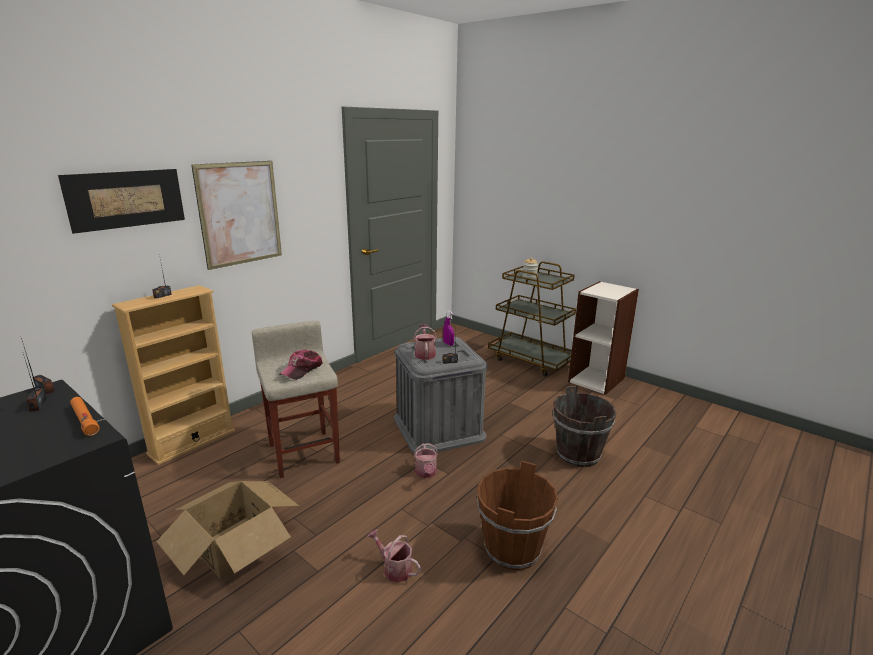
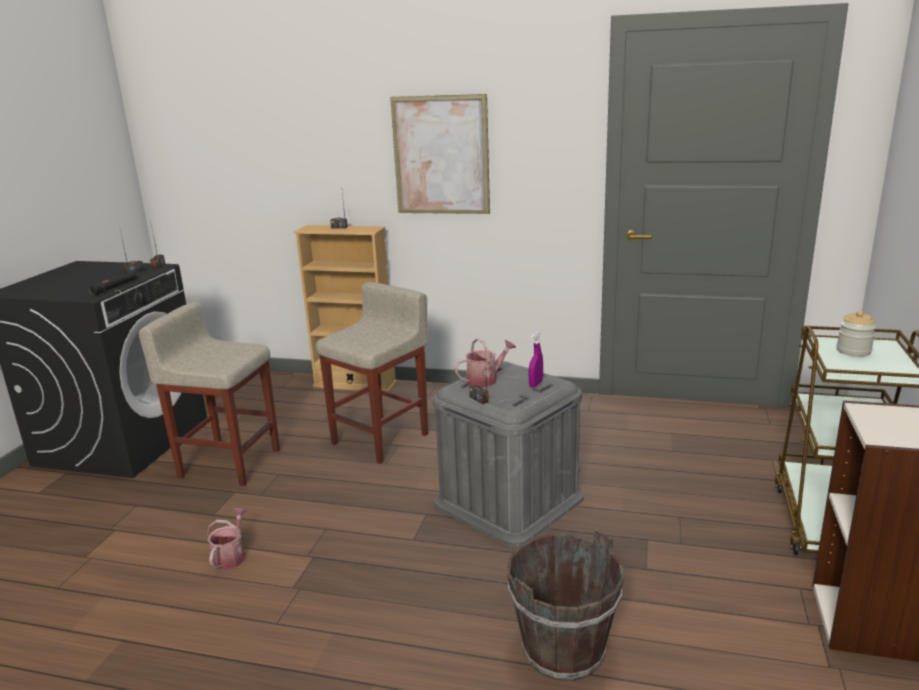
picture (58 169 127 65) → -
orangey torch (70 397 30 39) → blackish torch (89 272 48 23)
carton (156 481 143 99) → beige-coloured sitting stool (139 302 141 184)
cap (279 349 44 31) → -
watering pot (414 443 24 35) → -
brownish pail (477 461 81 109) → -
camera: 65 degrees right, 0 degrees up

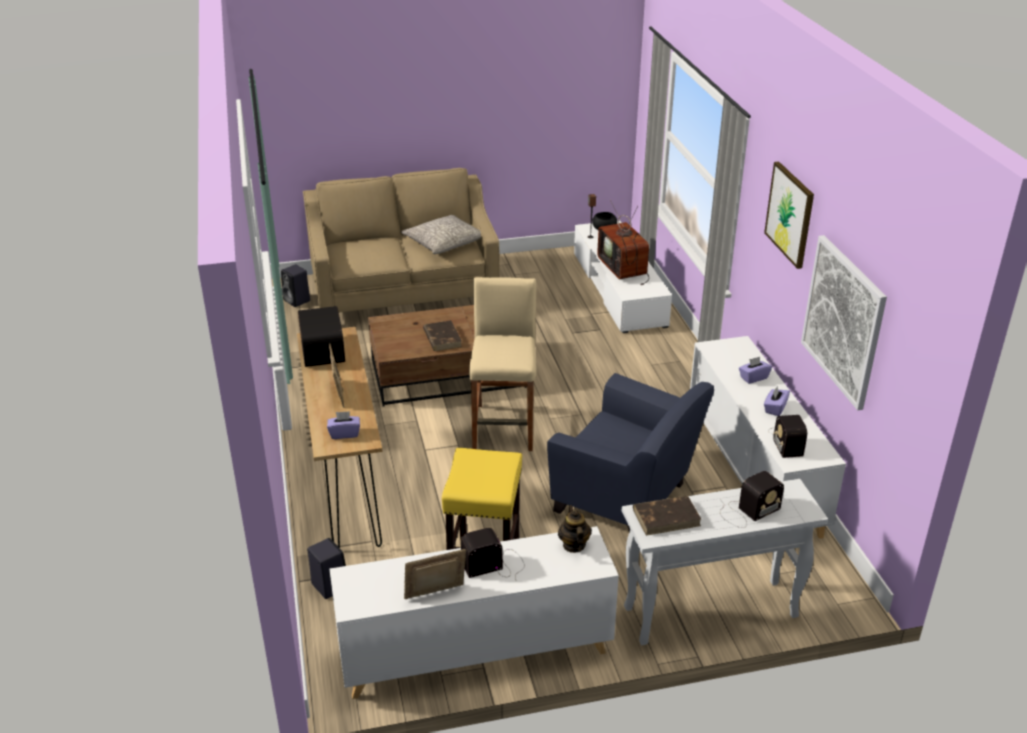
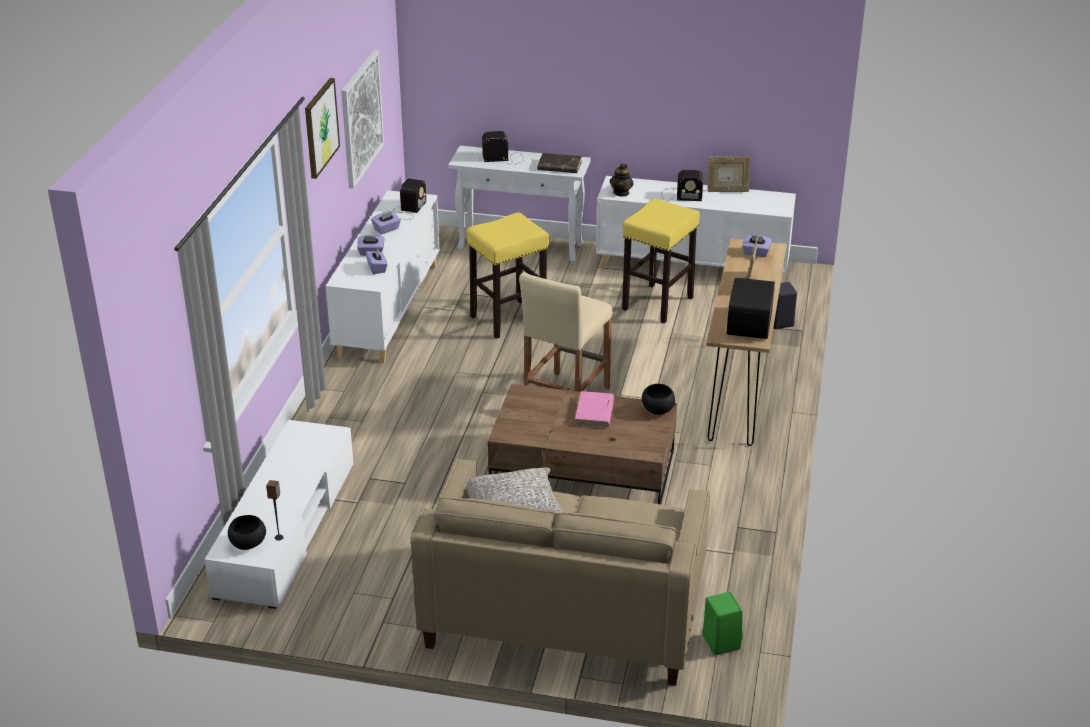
blackish speaker (281 264 29 43) → greenish speaker (702 592 41 63)
brownish volume (423 320 39 31) → pinkish volume (575 391 39 37)
blue-coloured easy chair (547 373 167 159) → yellowish sitting stool (467 212 82 127)
television (597 200 52 85) → -
- → purple tissue box (366 249 22 25)
- → blackish bowl (642 384 33 31)
camera: 155 degrees left, 0 degrees up

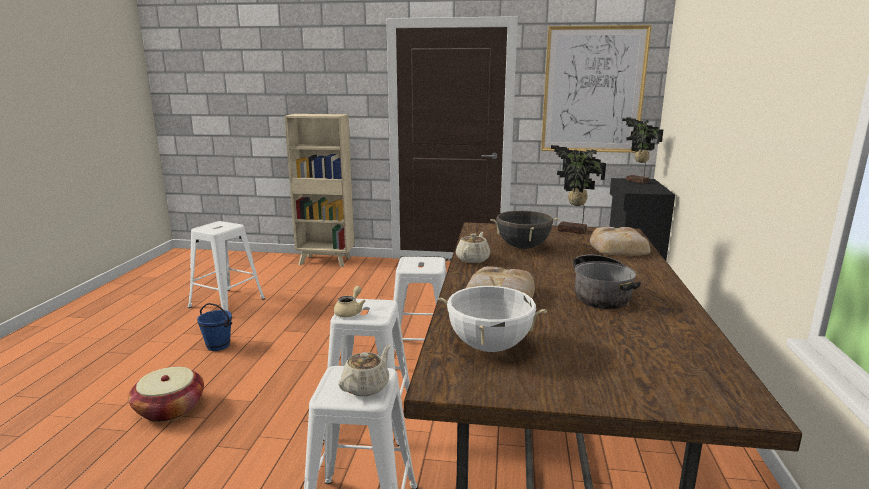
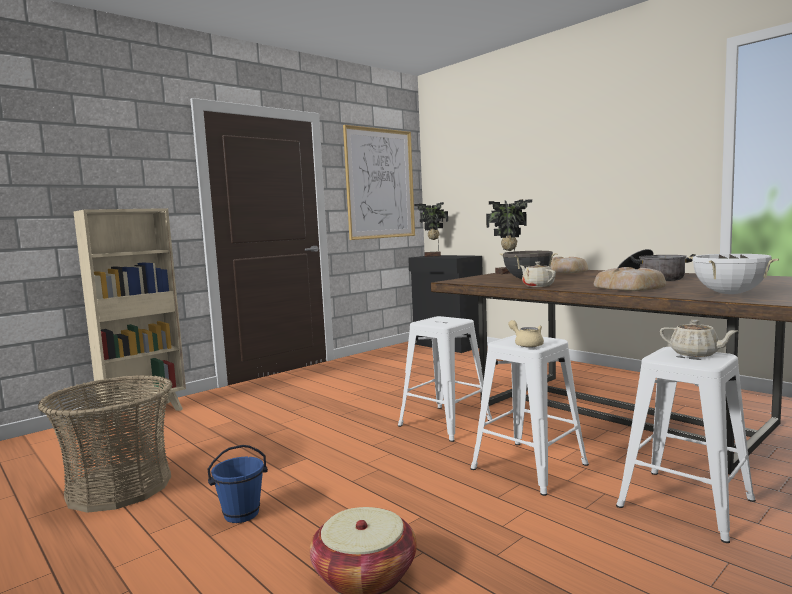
white sitting stool (188 221 77 90) → basket (38 375 134 138)
beige-coloured pot for tea (338 345 53 51) → beige-coloured pot for tea (660 320 78 37), 150 degrees clockwise
camera: 50 degrees left, 10 degrees down

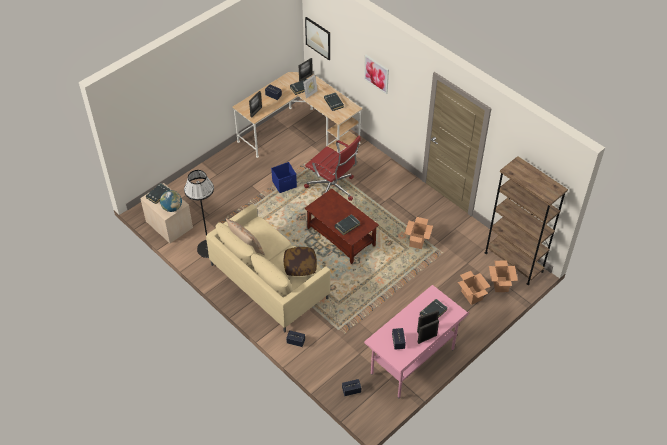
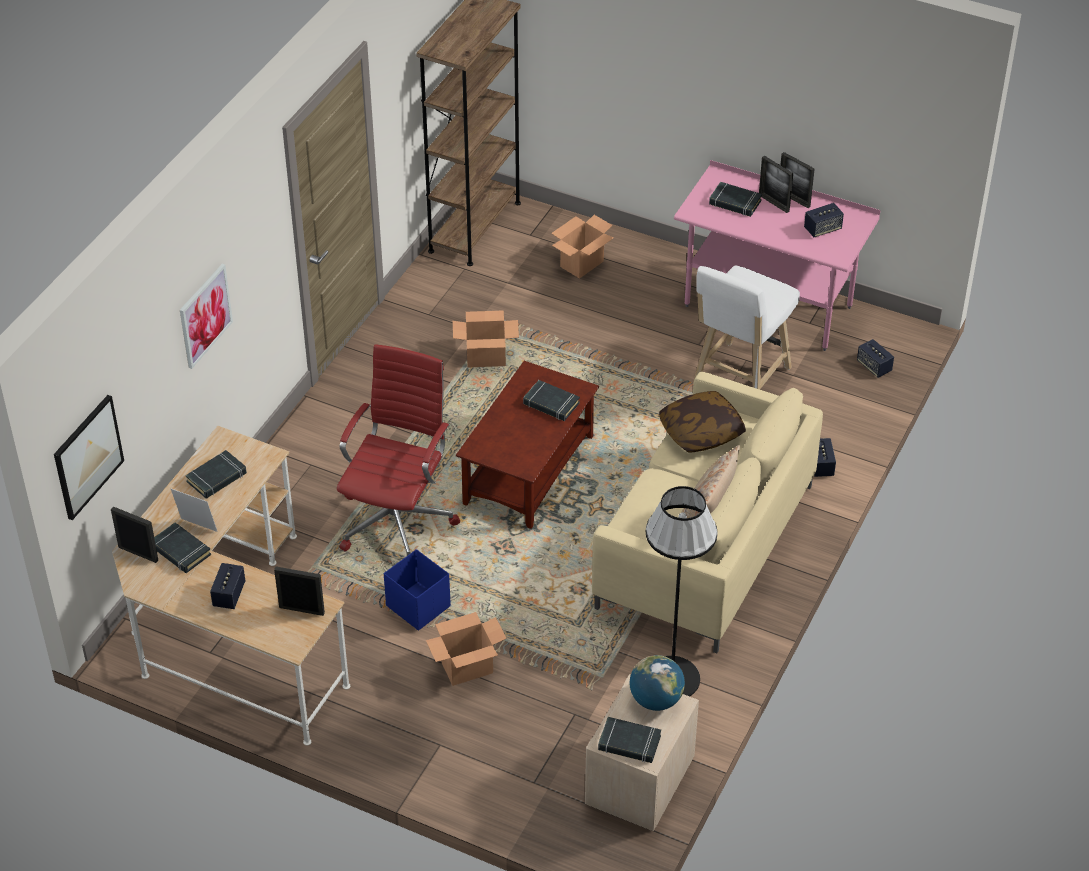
carton (489 260 29 32) → carton (426 612 81 74), relocated
- → white sitting stool (693 265 107 125)
camera: 110 degrees left, 5 degrees down

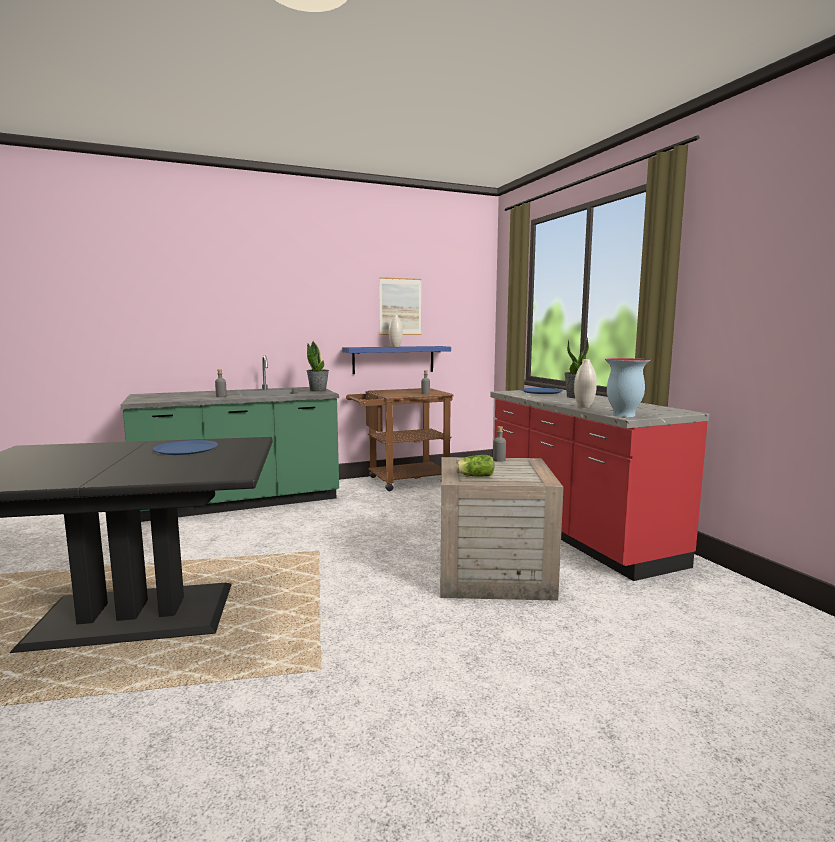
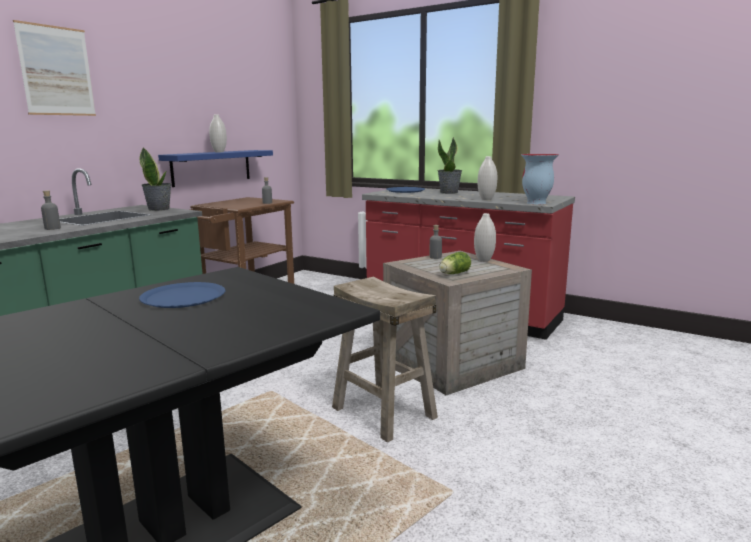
picture (379 277 42 58) → picture (13 20 83 96), relocated
- → beige-coloured sitting stool (332 276 106 166)
- → white vase (474 213 22 49)
camera: 35 degrees left, 5 degrees up

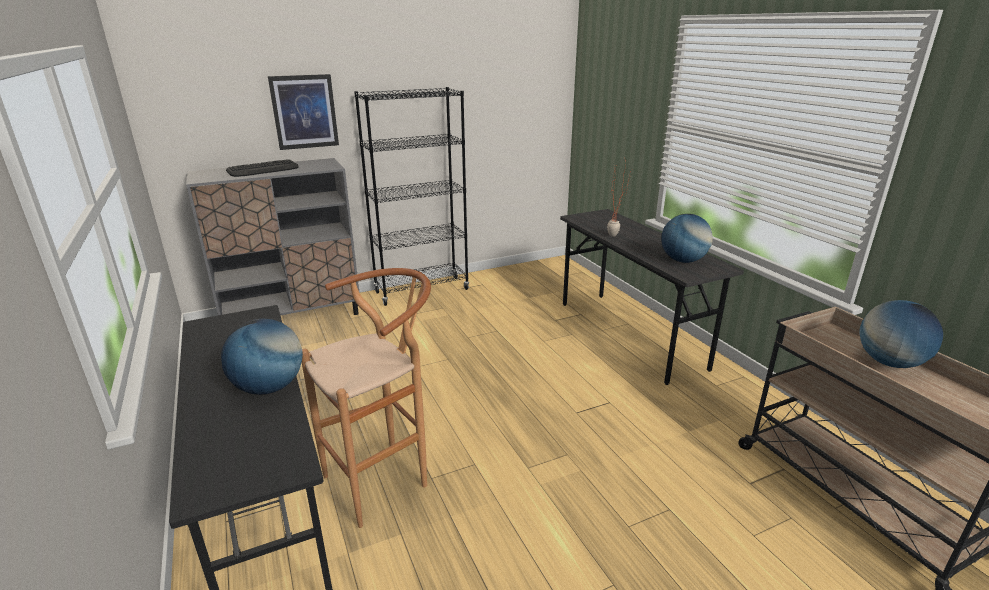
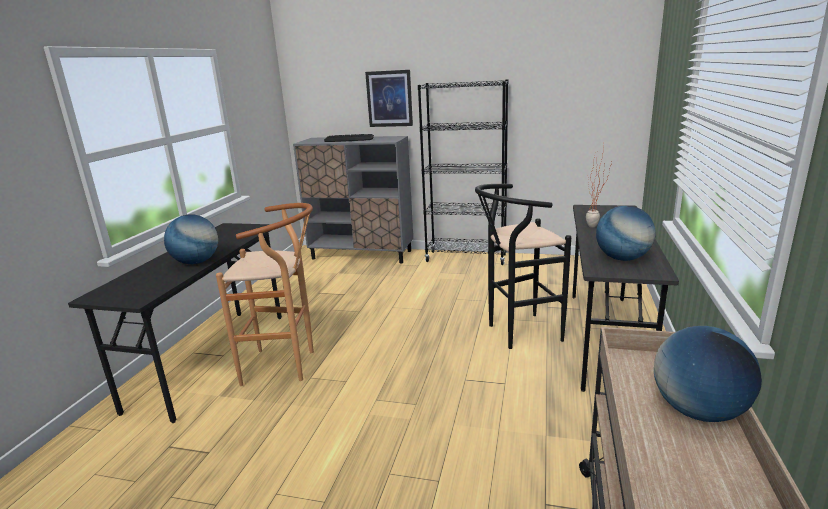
- → blackish sitting stool (475 184 96 165)
camera: 40 degrees right, 5 degrees down

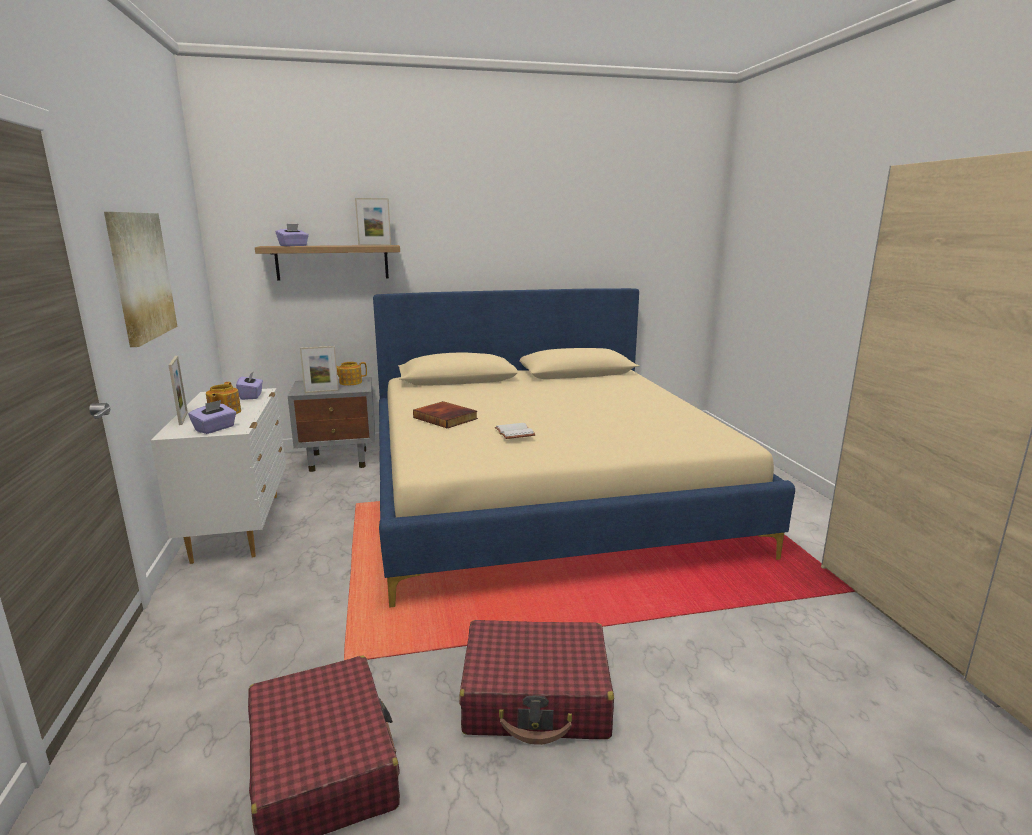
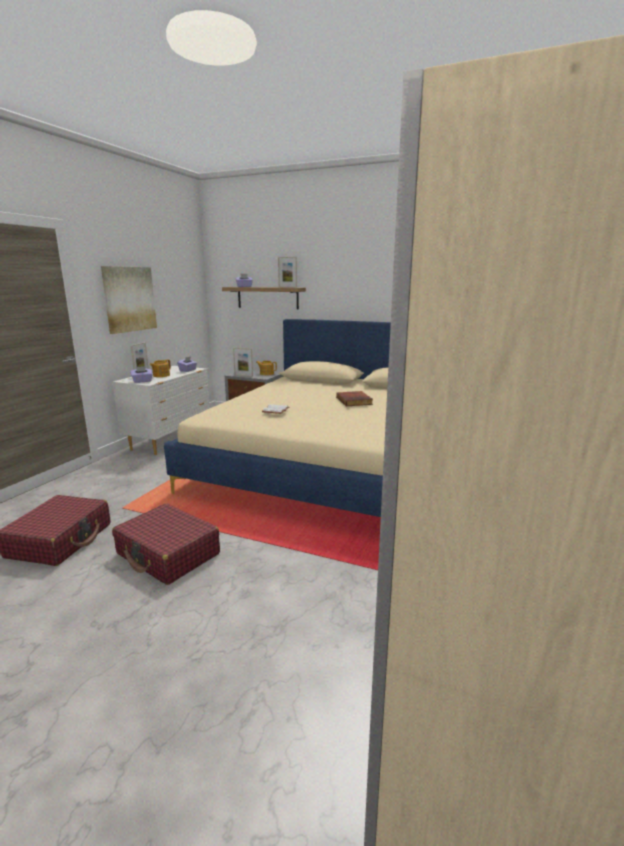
volume (413 401 65 28) → volume (336 391 37 15), relocated
camera: 35 degrees right, 0 degrees up

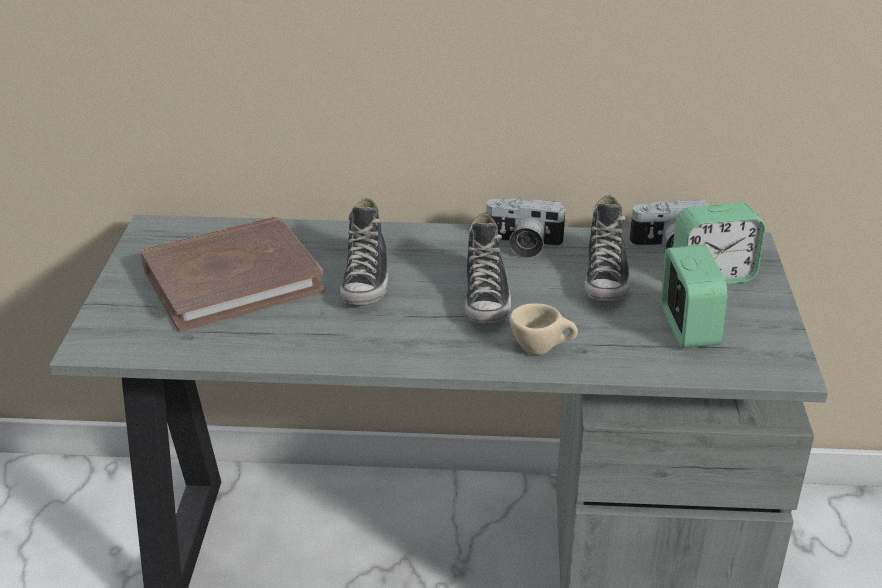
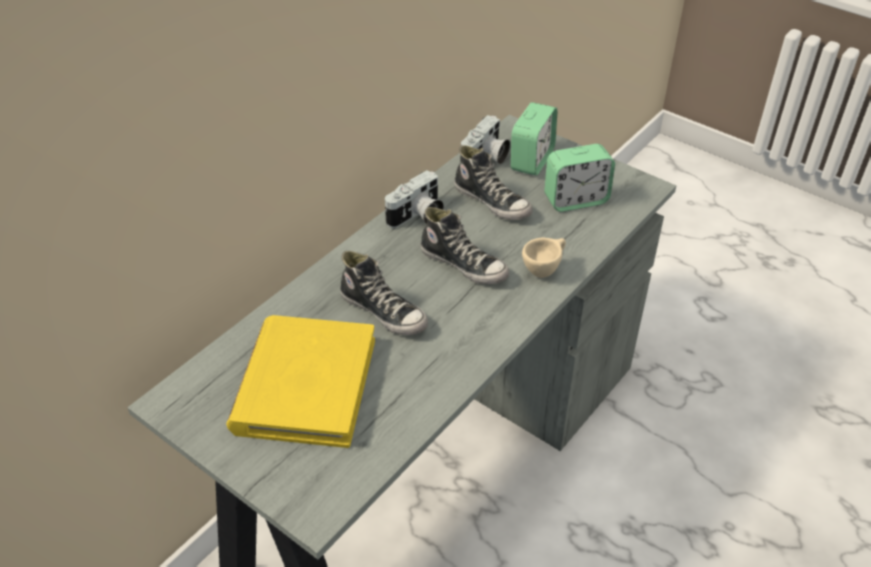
brownish volume (141 217 184 115) → yellowish volume (226 315 149 133)
table clock (661 245 67 103) → table clock (544 144 71 68), 135 degrees clockwise
camera: 55 degrees left, 10 degrees up

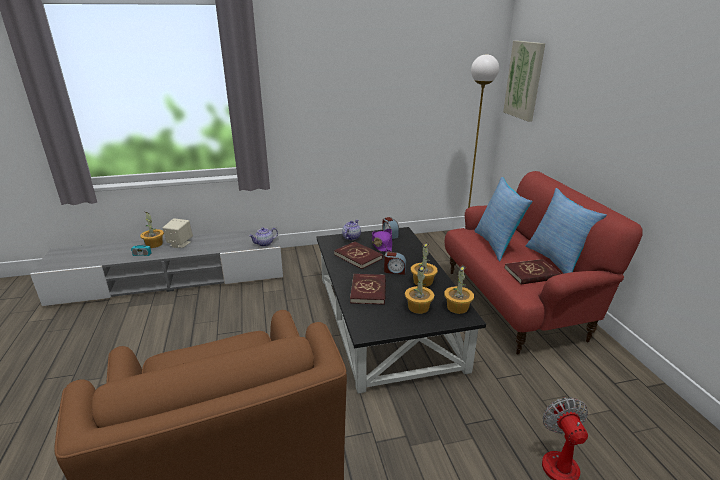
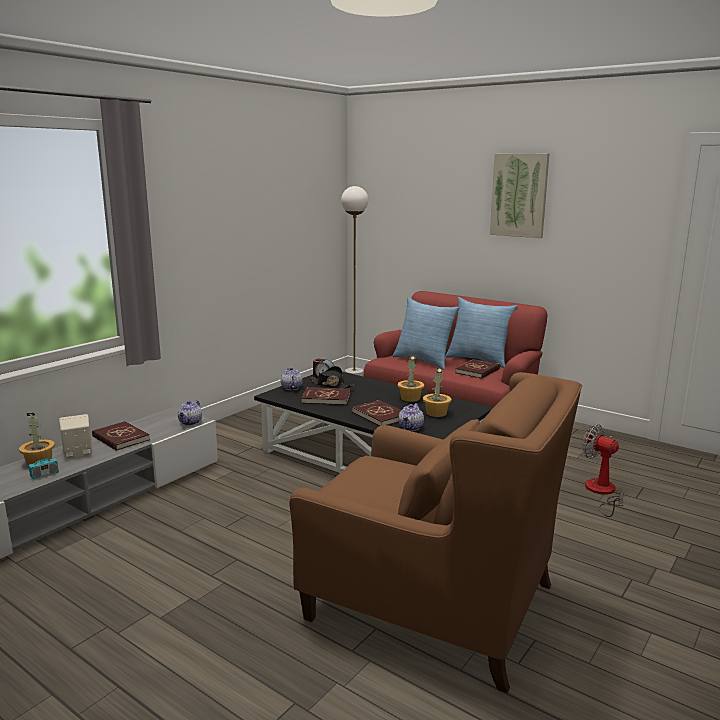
purple clothing hat (372 229 20 23) → blackish clothing hat (310 366 44 22)
table clock (384 252 22 23) → -
plant in a pot (444 265 30 49) → -
picture (503 41 42 81) → picture (490 153 60 85), relocated
- → reddish volume (92 421 58 30)
- → pot for tea (398 403 26 28)
camera: 40 degrees left, 10 degrees down

